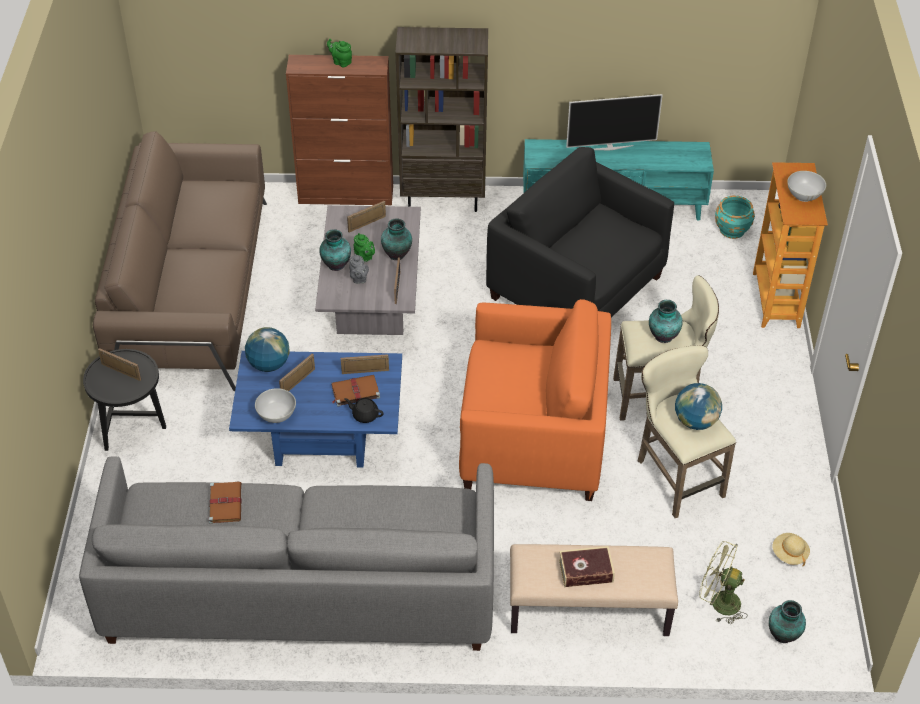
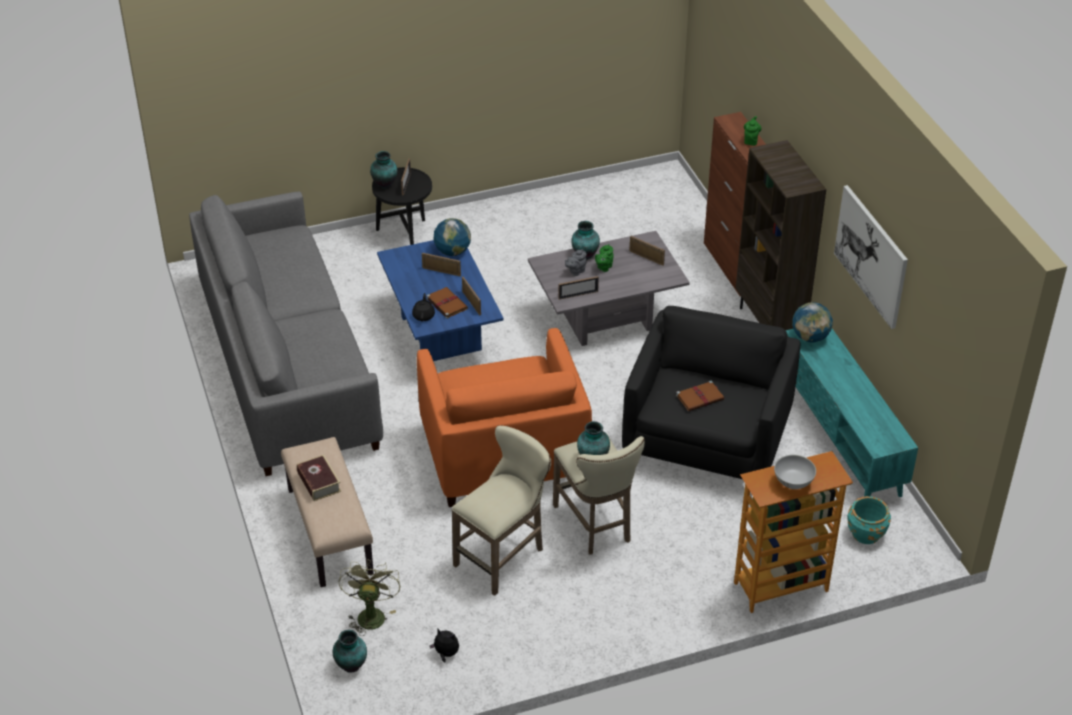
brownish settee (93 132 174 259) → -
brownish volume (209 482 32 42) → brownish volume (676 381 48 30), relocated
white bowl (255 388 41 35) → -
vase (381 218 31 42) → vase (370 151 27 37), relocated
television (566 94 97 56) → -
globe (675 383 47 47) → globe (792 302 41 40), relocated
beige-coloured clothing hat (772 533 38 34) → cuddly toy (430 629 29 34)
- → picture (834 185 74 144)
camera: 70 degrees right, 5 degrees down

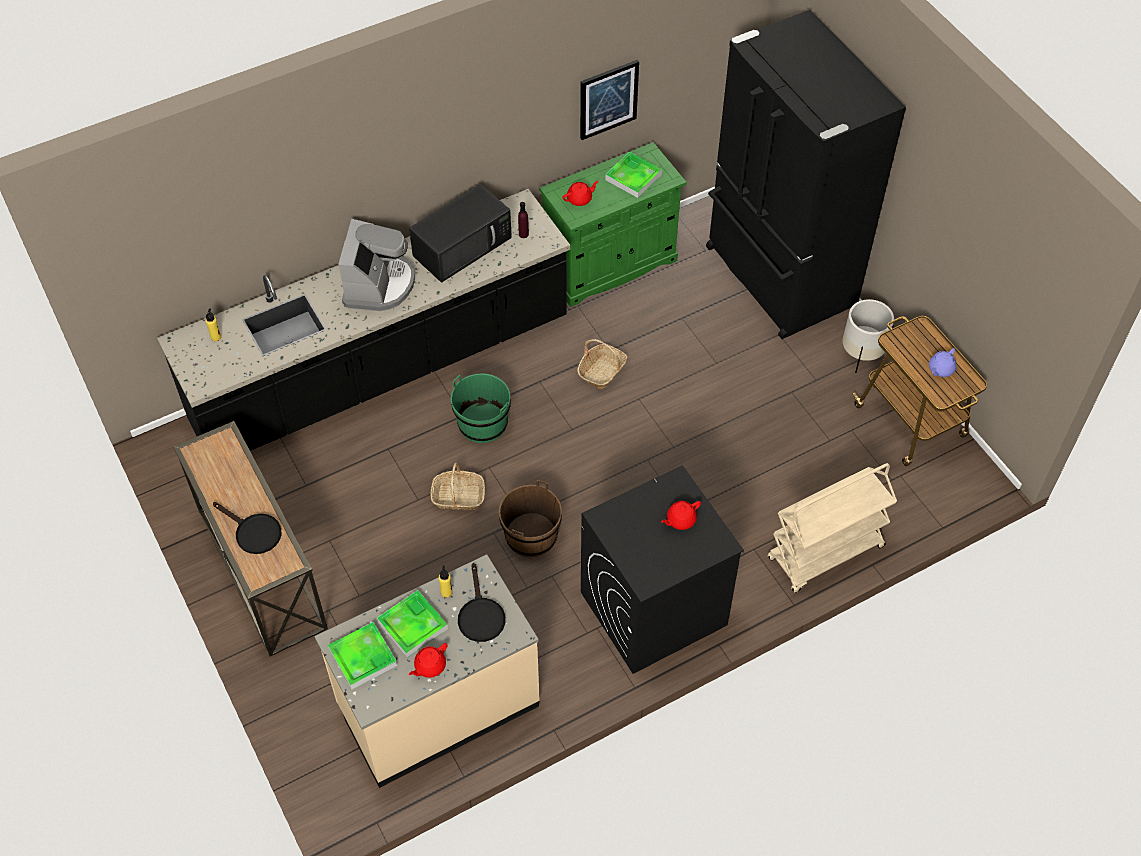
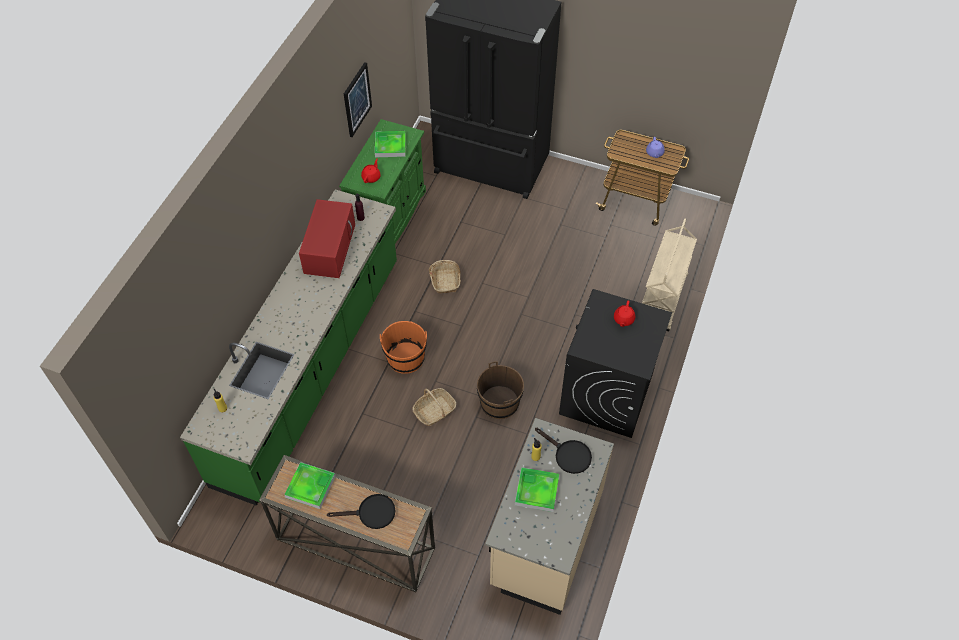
blackish kitchen base unit (157 189 413 262) → greenish kitchen base unit (180 189 217 317)
carrying tray (328 622 70 67) → carrying tray (284 462 52 47), relocated
coffee machine (338 219 77 92) → -
blackish microwave oven (409 184 103 99) → reddish microwave oven (299 199 56 79)
reddish pot for tea (409 643 39 35) → -
greenish pail (451 373 60 70) → orangey pail (380 321 47 53)
white planter (842 299 52 74) → -
camera: 40 degrees left, 0 degrees up

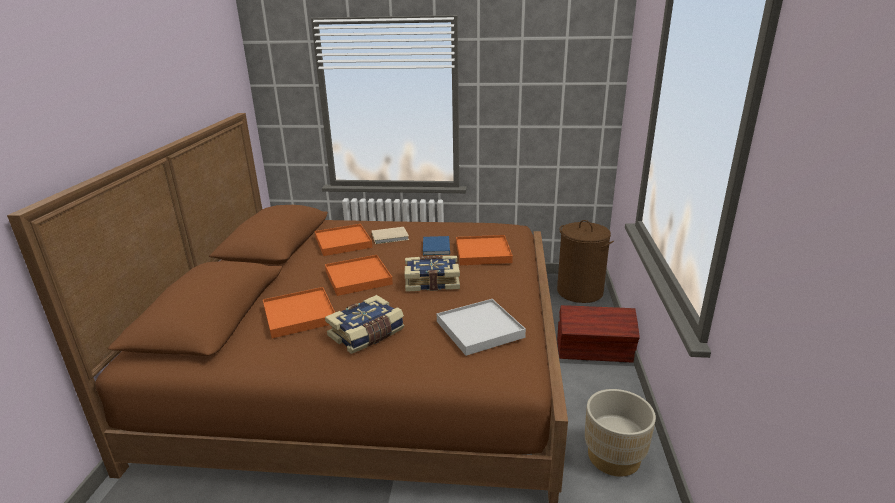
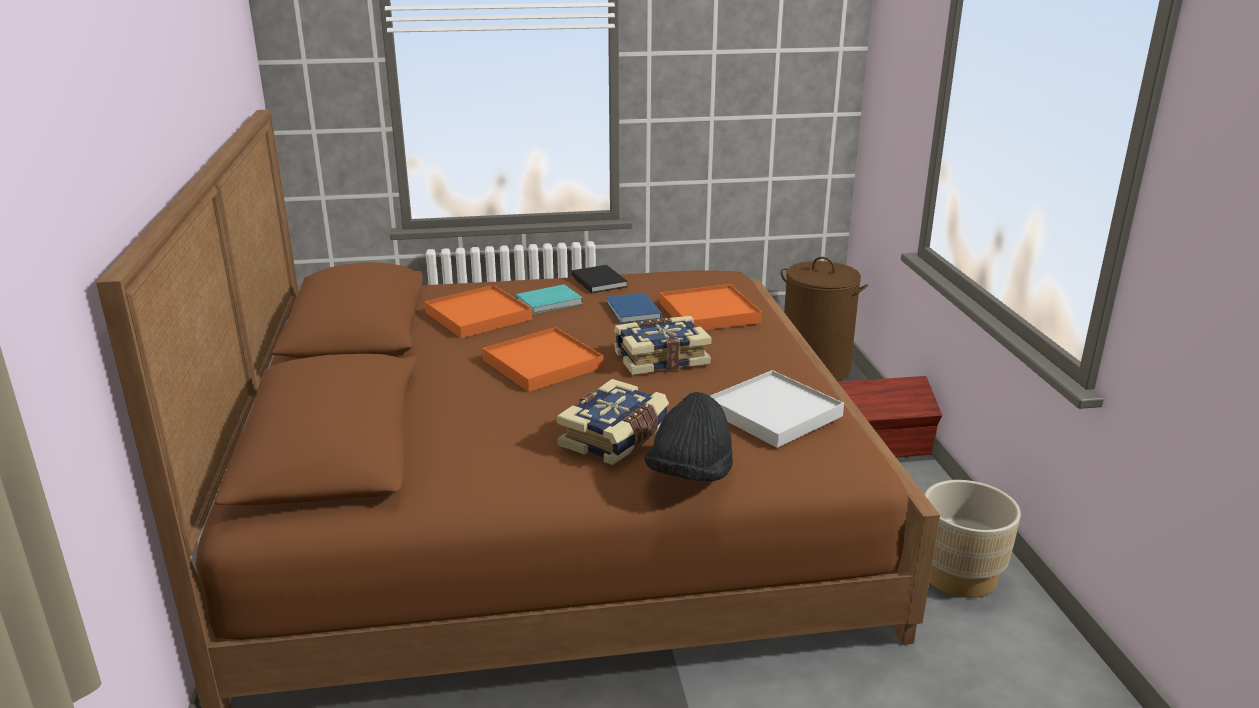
orangey carrying tray (263 287 72 51) → -
beige-coloured volume (372 227 37 17) → turquoise volume (516 285 67 29)
- → blackish volume (572 265 56 28)
- → blackish clothing hat (644 392 89 89)
camera: 15 degrees left, 0 degrees up

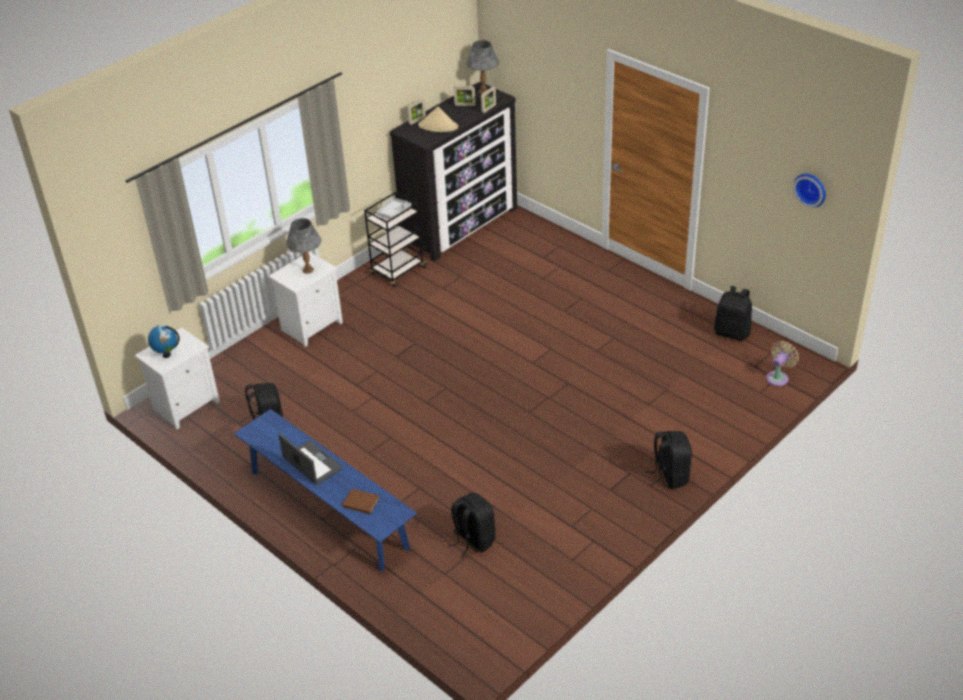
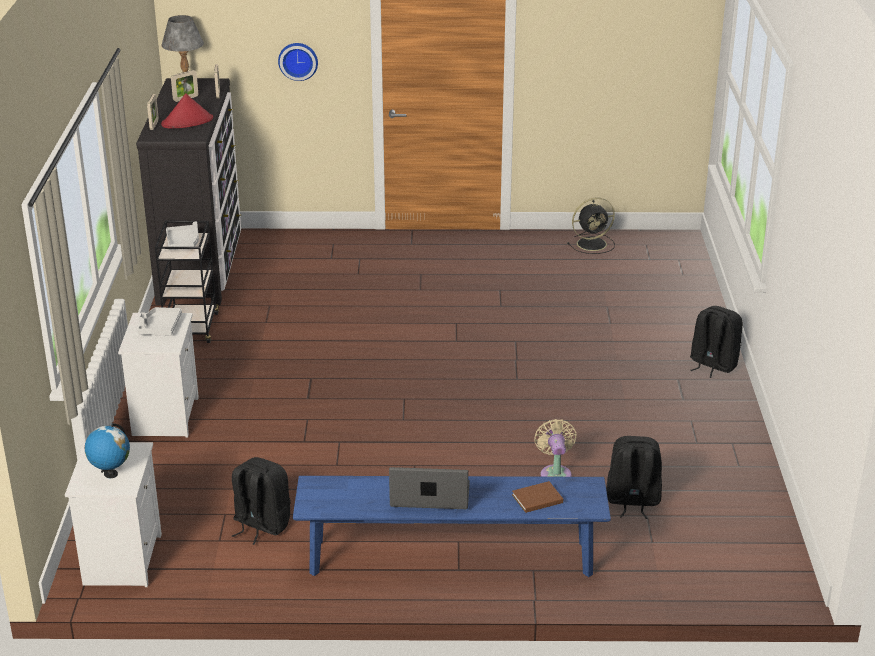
grey table lamp (286 218 35 56) → grey carrying tray (138 307 44 28)
beige-coloured clothing hat (418 106 40 26) → reddish clothing hat (161 93 52 36)
blackish rucksack (714 286 38 55) → blackish fan (567 198 48 56)
beige-coloured fan (766 341 33 45) → beige-coloured fan (534 419 43 58), relocated
wall clock (793 174 33 33) → wall clock (278 43 40 38), relocated
camera: 45 degrees left, 10 degrees down

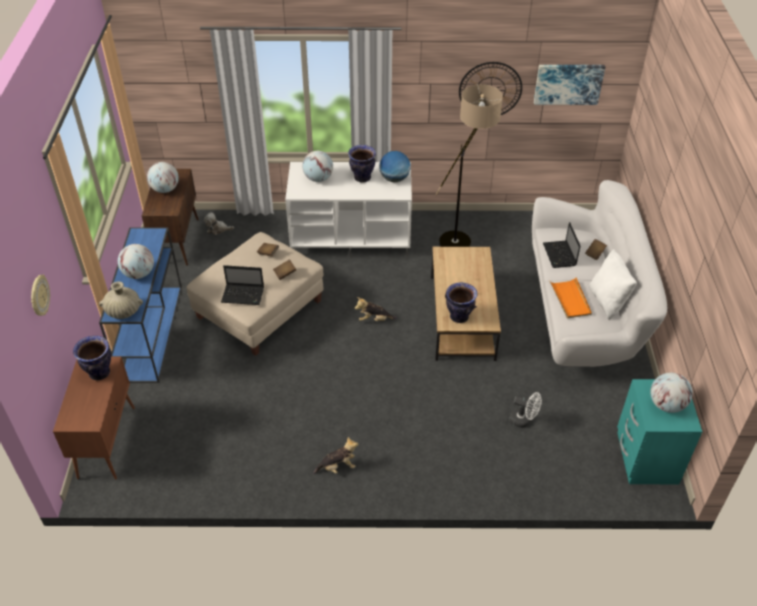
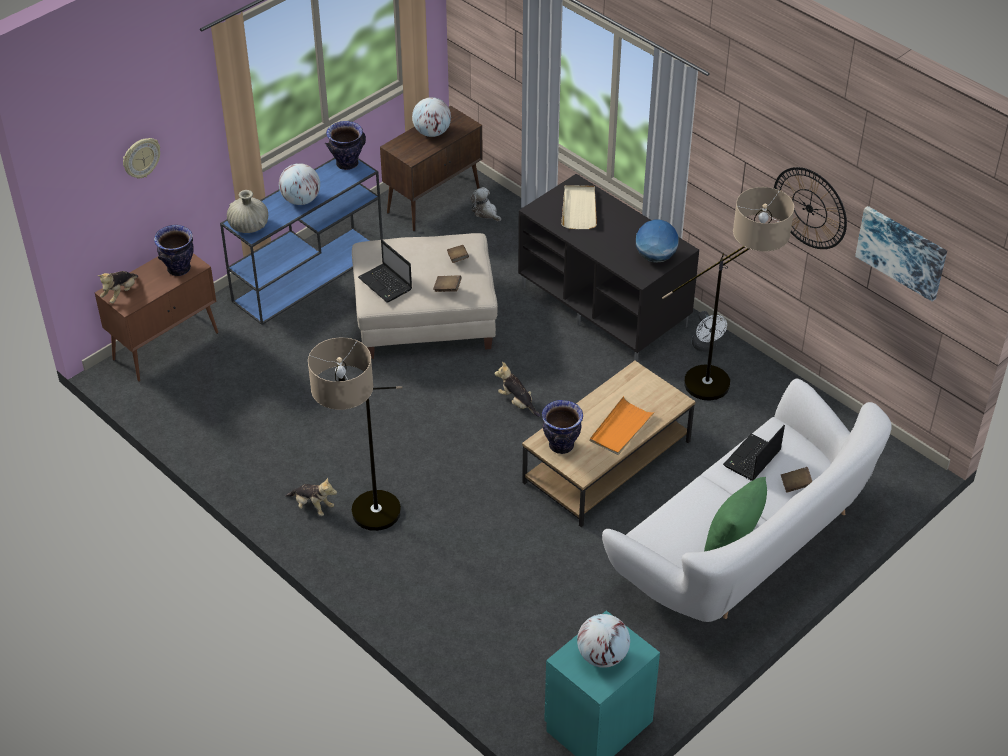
white media console (285 162 127 95) → blackish media console (518 174 181 188)
globe (302 151 31 31) → beige-coloured carrying tray (561 185 36 44)
vase (348 145 28 37) → vase (325 121 41 49), relocated
white fan (509 392 33 36) → white fan (692 311 35 41), relocated
orangey carrying tray (550 277 42 42) → orangey carrying tray (590 396 66 59), relocated
white cushion (589 249 48 71) → greenish cushion (704 477 63 74)
- → cuddly toy (98 271 40 33)
- → standing lamp (308 337 95 194)
camera: 45 degrees right, 0 degrees up

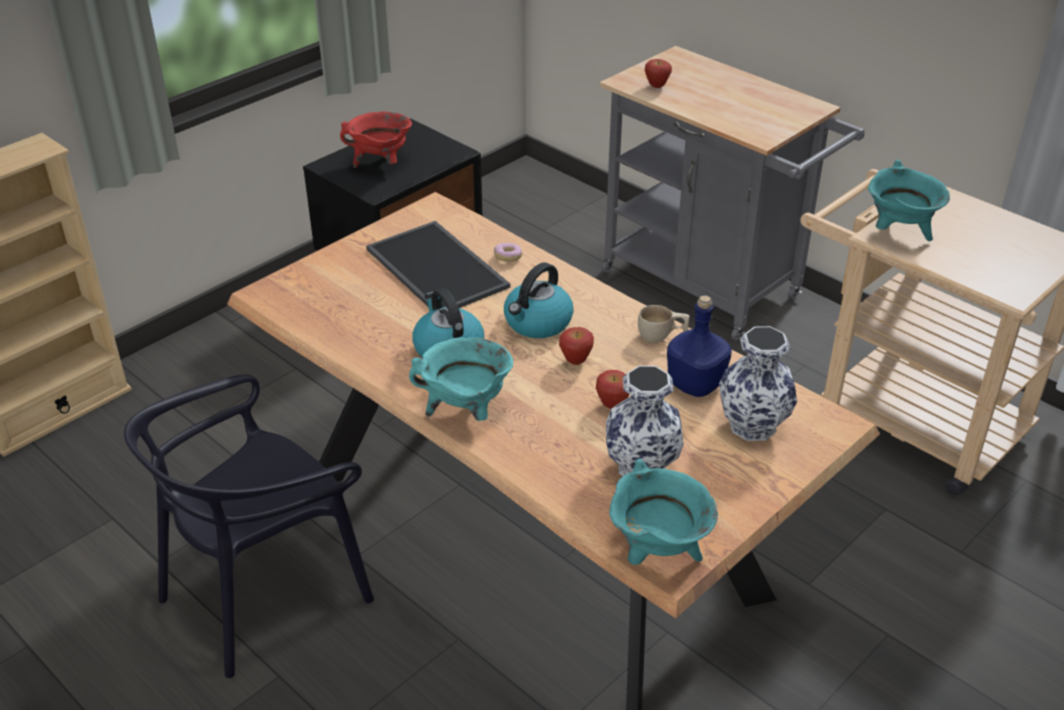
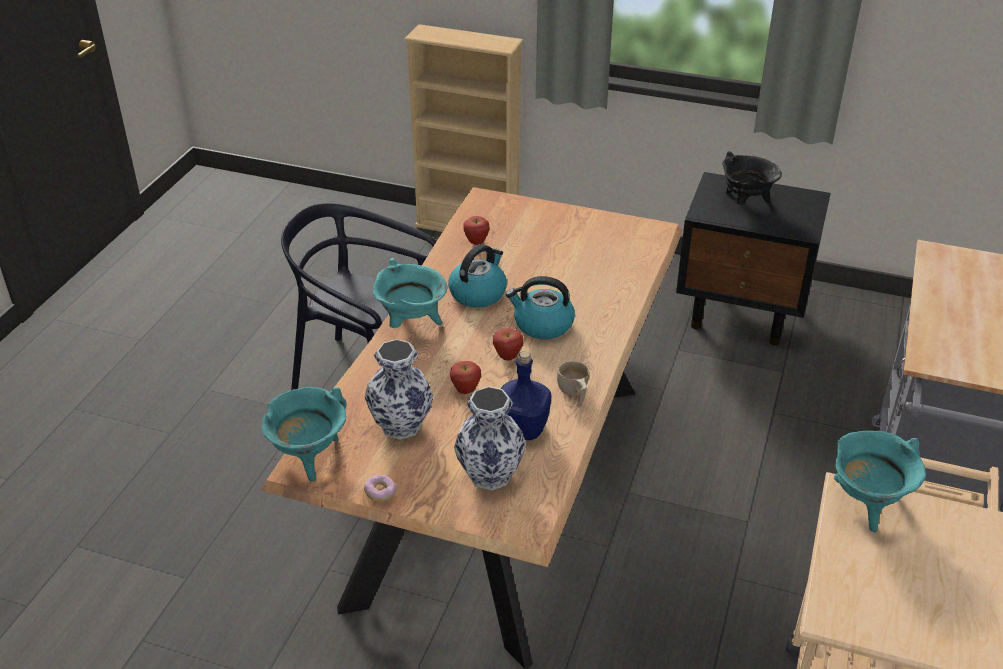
reddish stockpot (340 111 72 57) → blackish stockpot (722 151 60 54)
carrying tray (366 221 144 87) → -
doughnut (494 243 28 19) → doughnut (364 474 32 28), relocated
apple fruit (645 59 27 29) → apple fruit (463 216 27 29), relocated
camera: 65 degrees right, 0 degrees up

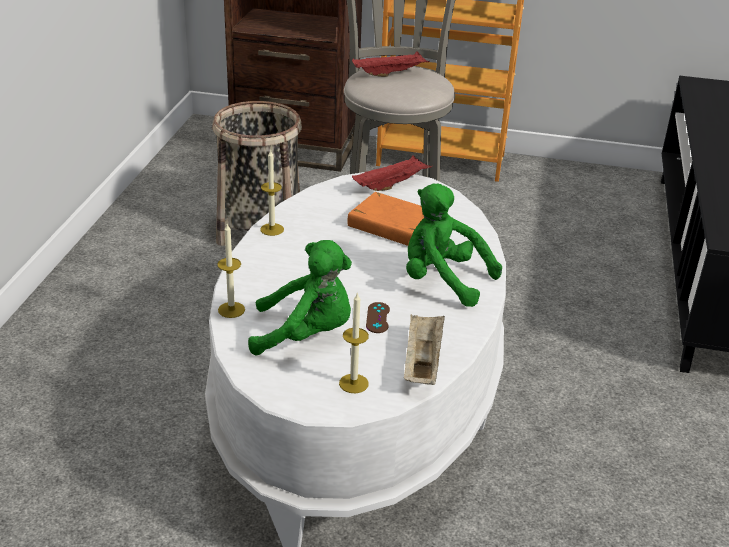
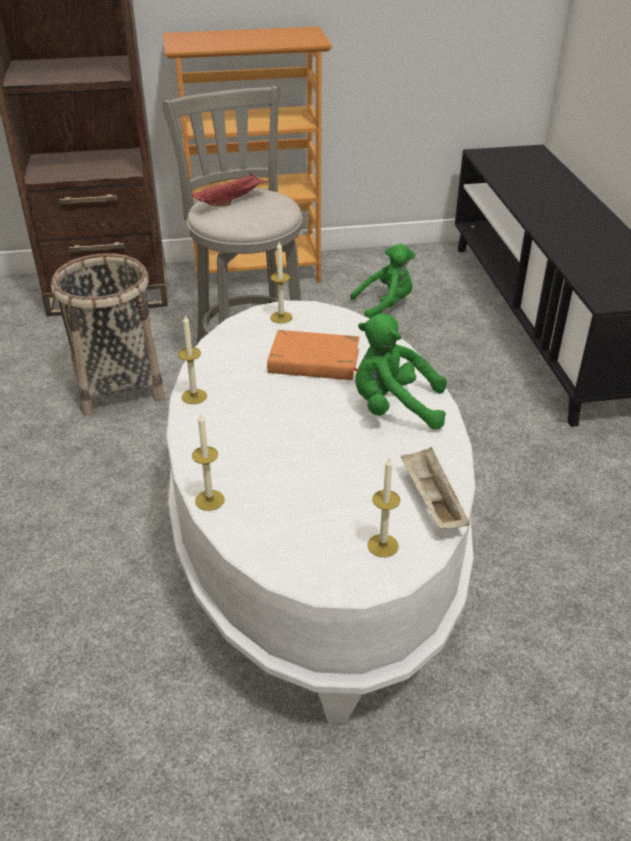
greenish cuddly toy (248 240 104 116) → greenish cuddly toy (350 244 65 74), relocated
reddish carrying tray (352 155 80 36) → wax candle (270 242 23 82)
brownish gamepad (366 302 24 31) → -
camera: 20 degrees left, 5 degrees up

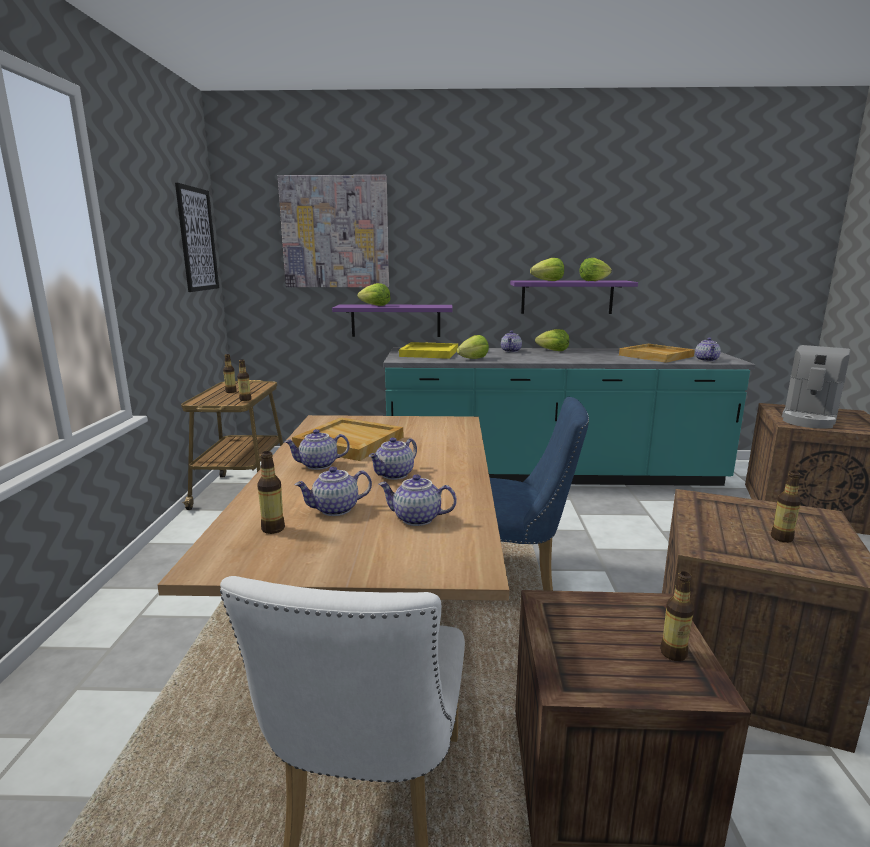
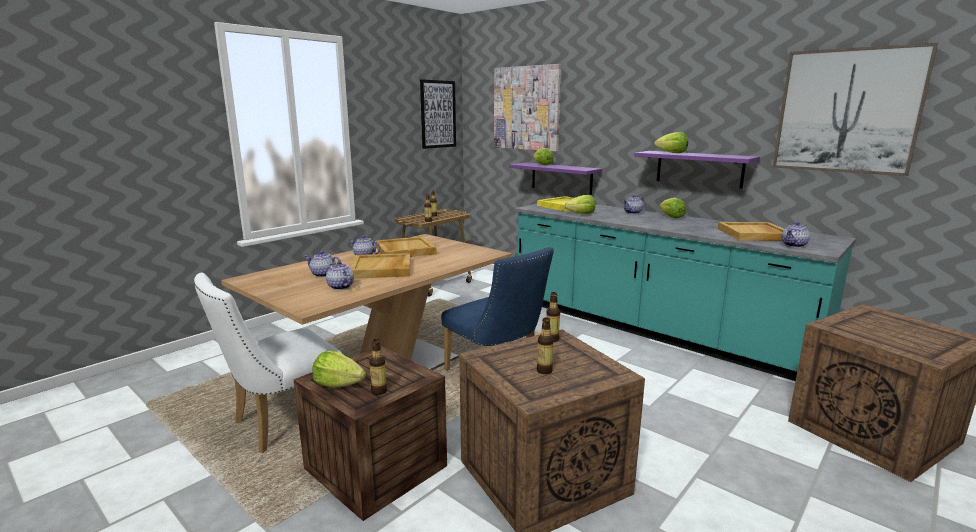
beverage bottle (257 451 28 83) → beverage bottle (546 292 14 50), relocated
pot for tea (369 437 48 43) → beige-coloured carrying tray (350 253 60 26)
lettuce head (580 258 32 23) → lettuce head (312 350 54 37), relocated
coffee machine (782 345 69 84) → -
- → picture (773 43 165 133)
camera: 40 degrees right, 0 degrees up

